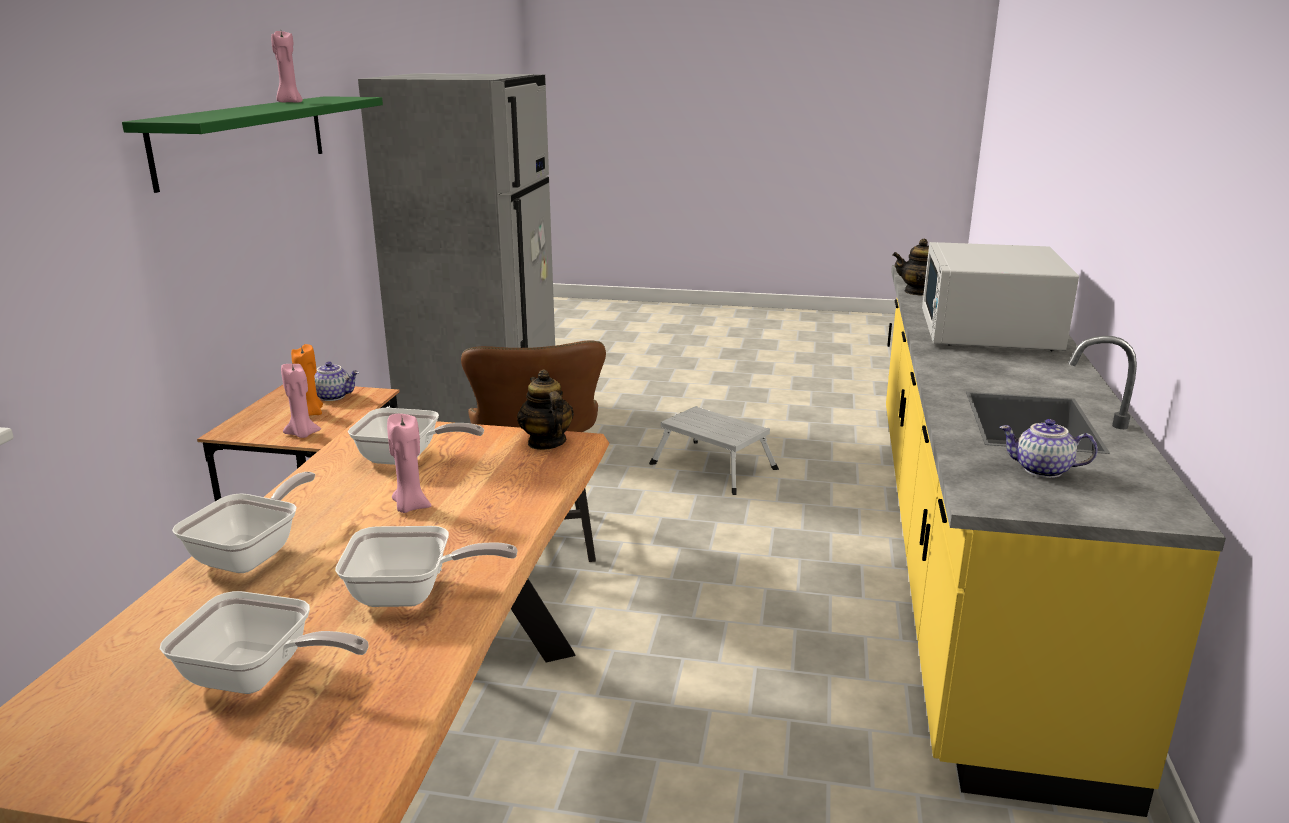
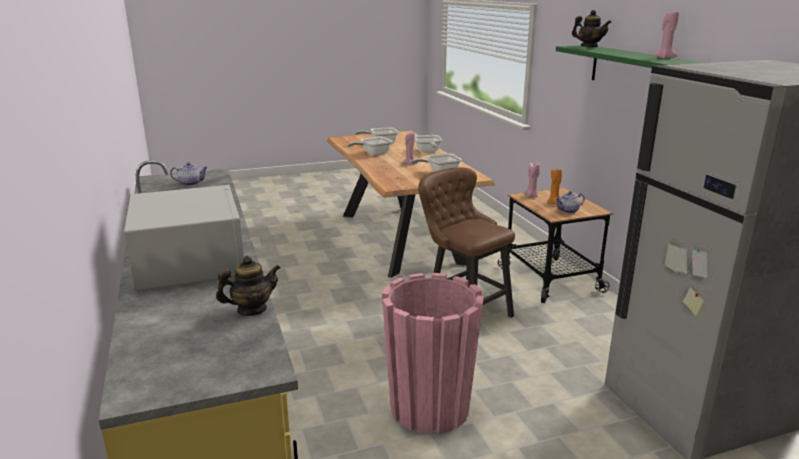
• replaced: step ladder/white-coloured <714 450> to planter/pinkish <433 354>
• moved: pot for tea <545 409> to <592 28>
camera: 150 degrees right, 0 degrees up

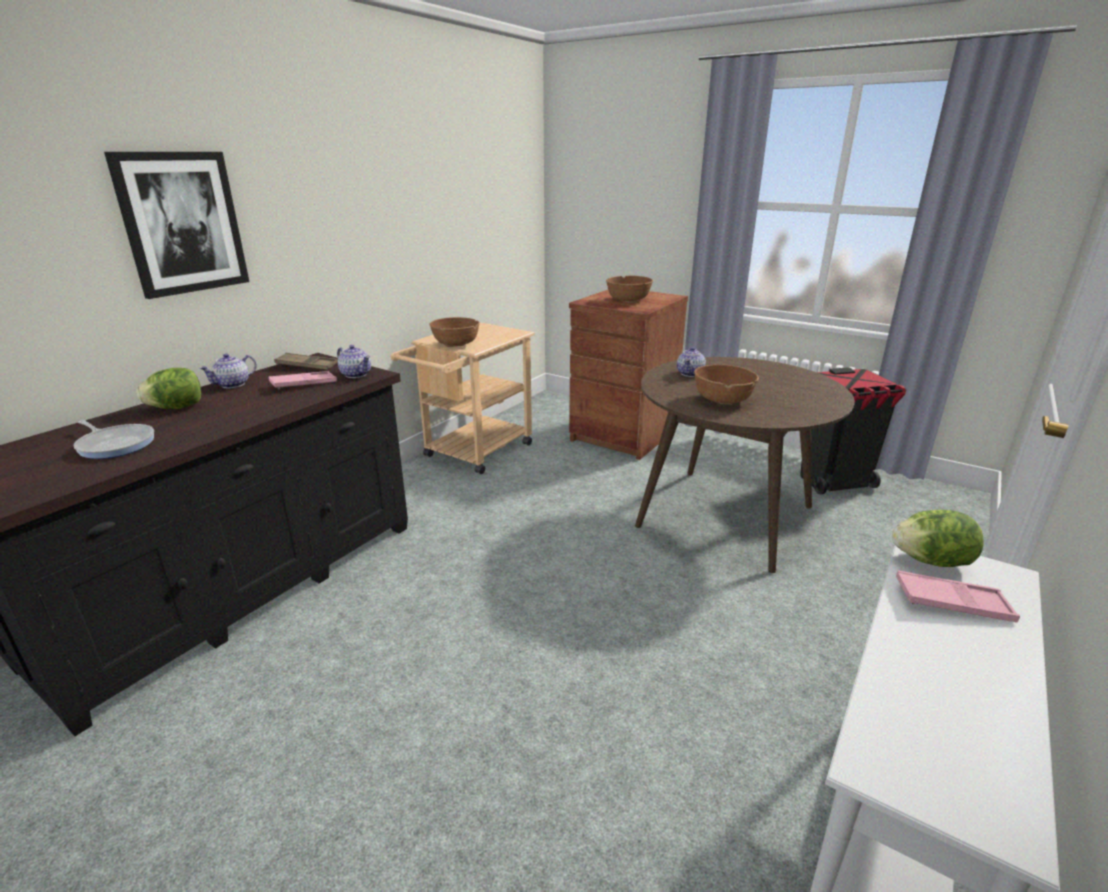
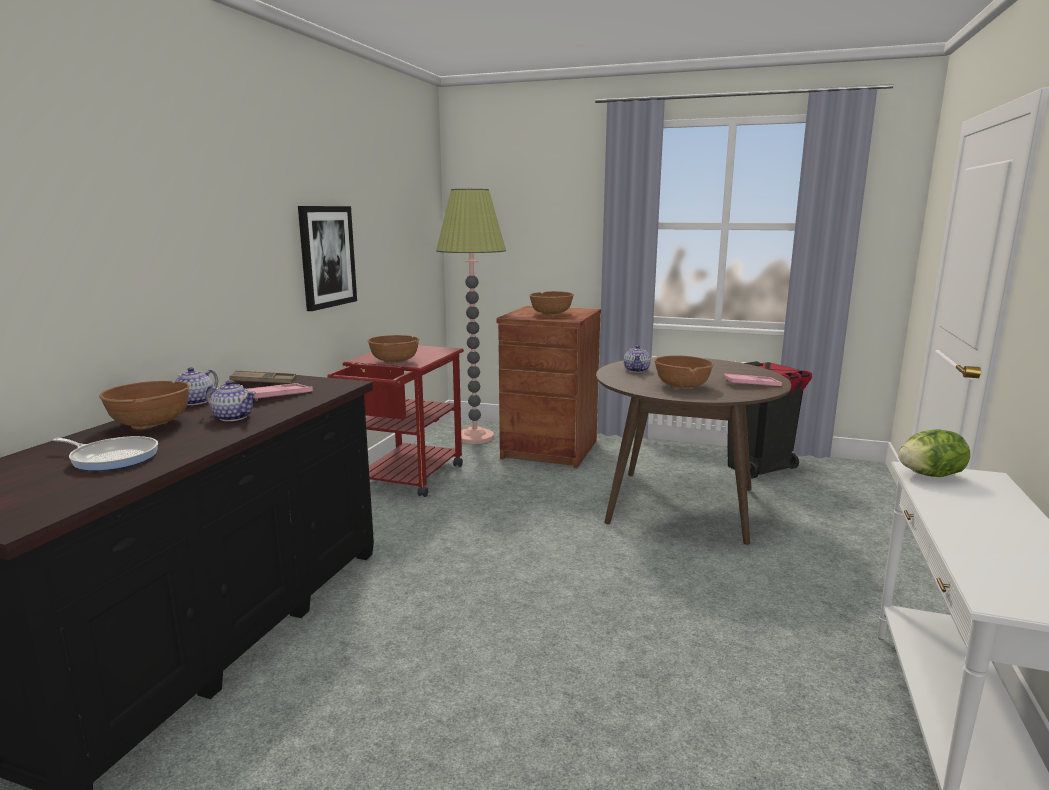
• replaced: lettuce head <168 388> to serving bowl/brown-coloured <144 405>
• moved: pot for tea <354 361> to <231 400>
• moved: wall art <176 225> to <327 258>
• recoloured: trolley/sand-coloured <463 398> to trolley/red-coloured <395 421>
• added: standing lamp <471 316>
• moved: carrying tray/pinkish <958 596> to <752 379>
camera: 15 degrees left, 10 degrees down

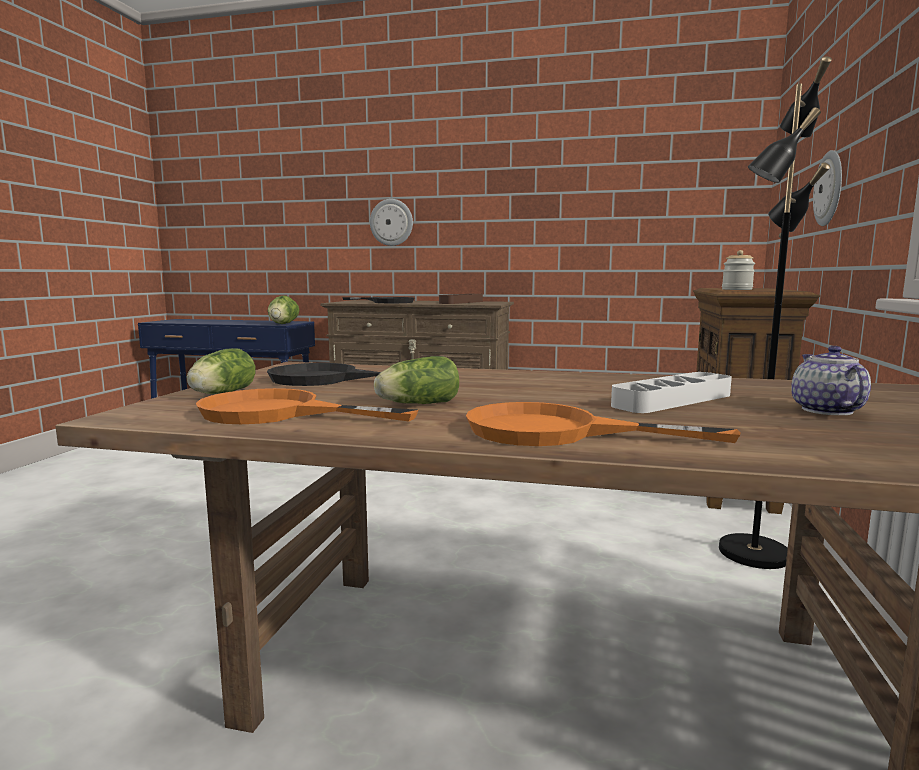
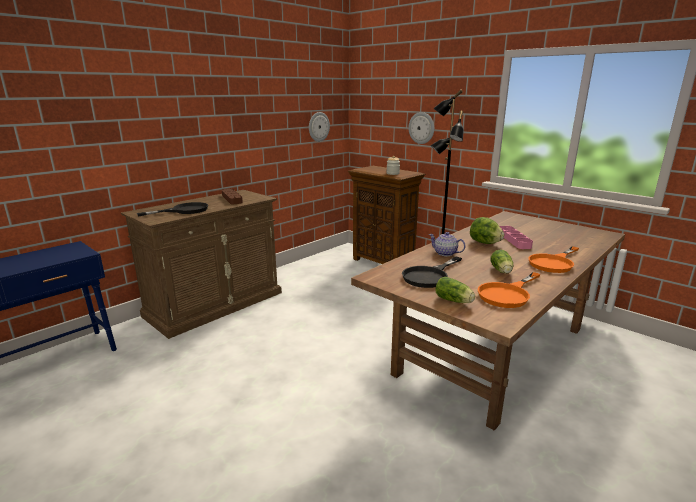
• moved: wall clock <391 222> to <319 127>
• moved: pot for tea <831 380> to <447 244>
• moved: lettuce head <283 309> to <487 230>
• recoloured: carrying tray/white-coloured <671 392> to carrying tray/pinkish <516 237>
camera: 60 degrees left, 10 degrees up

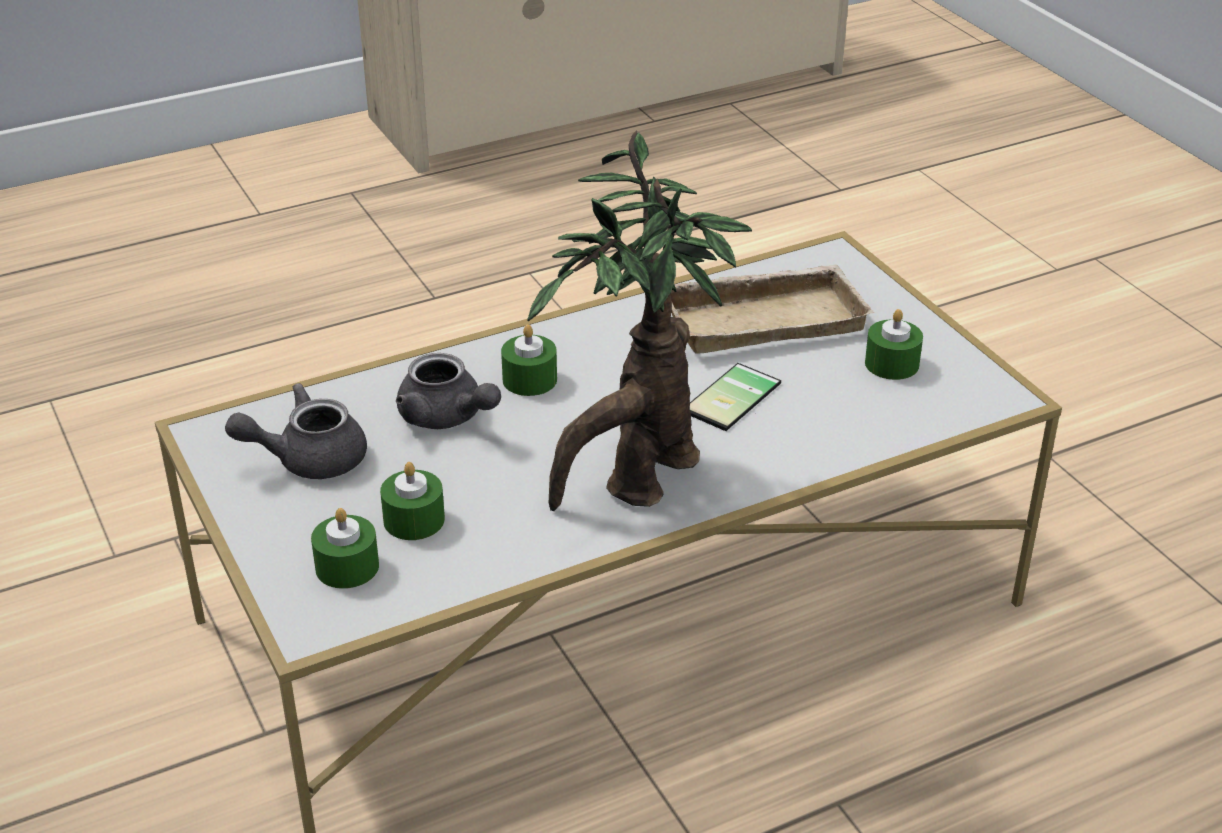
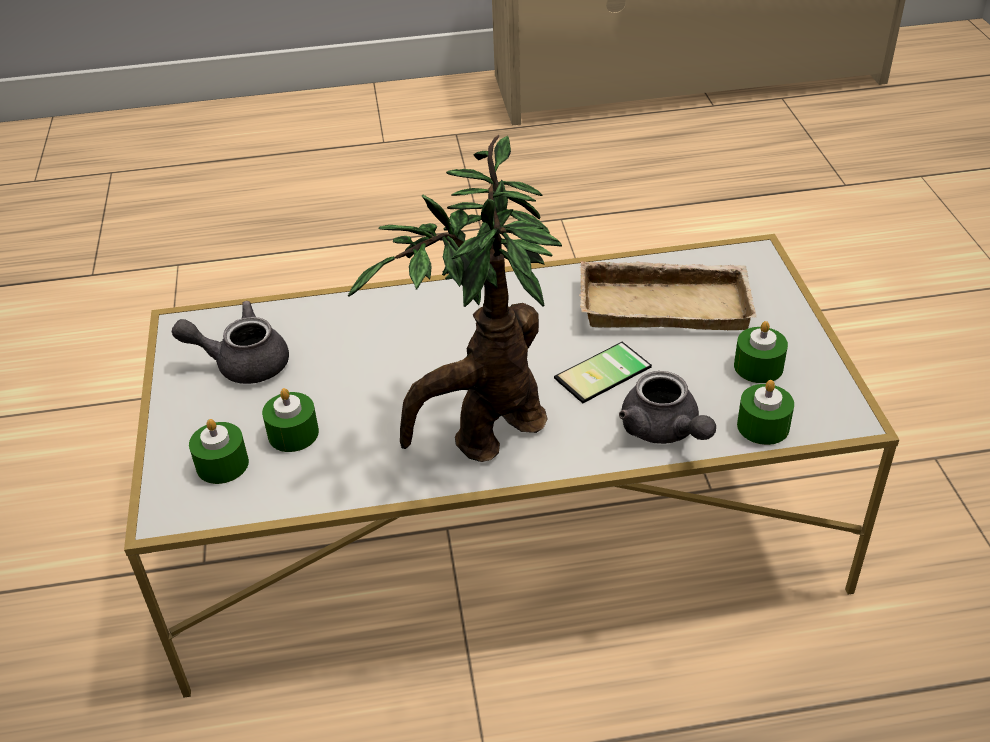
• moved: pot for tea/grey <448 391> to <667 407>
• moved: wax candle/greenish <529 360> to <765 412>
camera: 20 degrees right, 5 degrees up

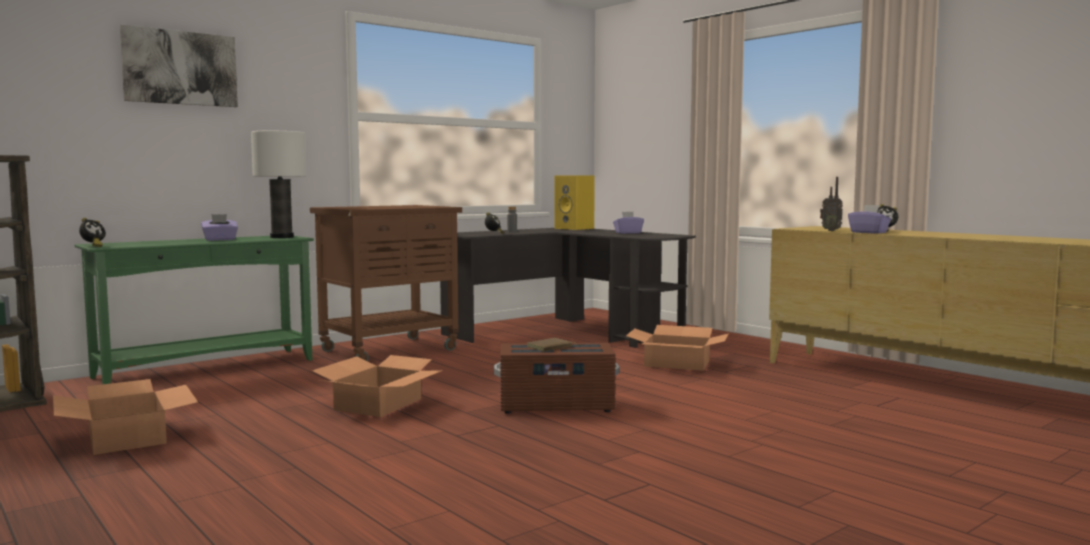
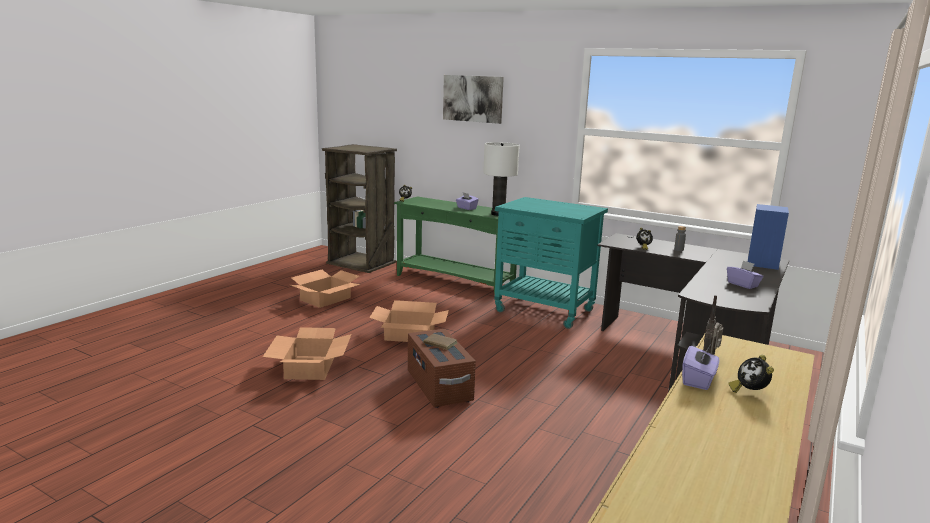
• moved: carton <677 348> to <307 353>
• recoloured: trolley/brown-coloured <386 283> to trolley/turquoise-coloured <551 263>
• recoloured: loudspeaker/yellow-coloured <575 203> to loudspeaker/bluish <768 237>
camera: 70 degrees right, 10 degrees up

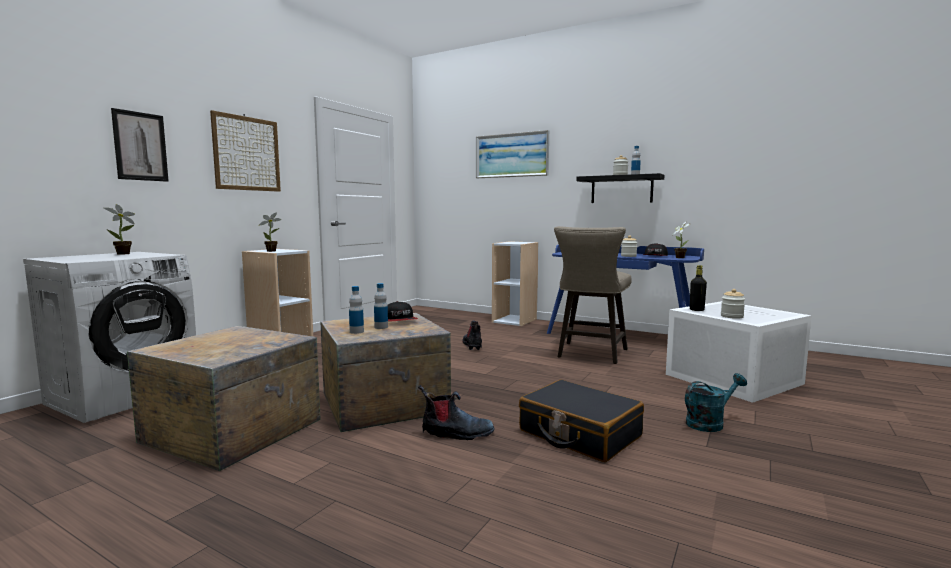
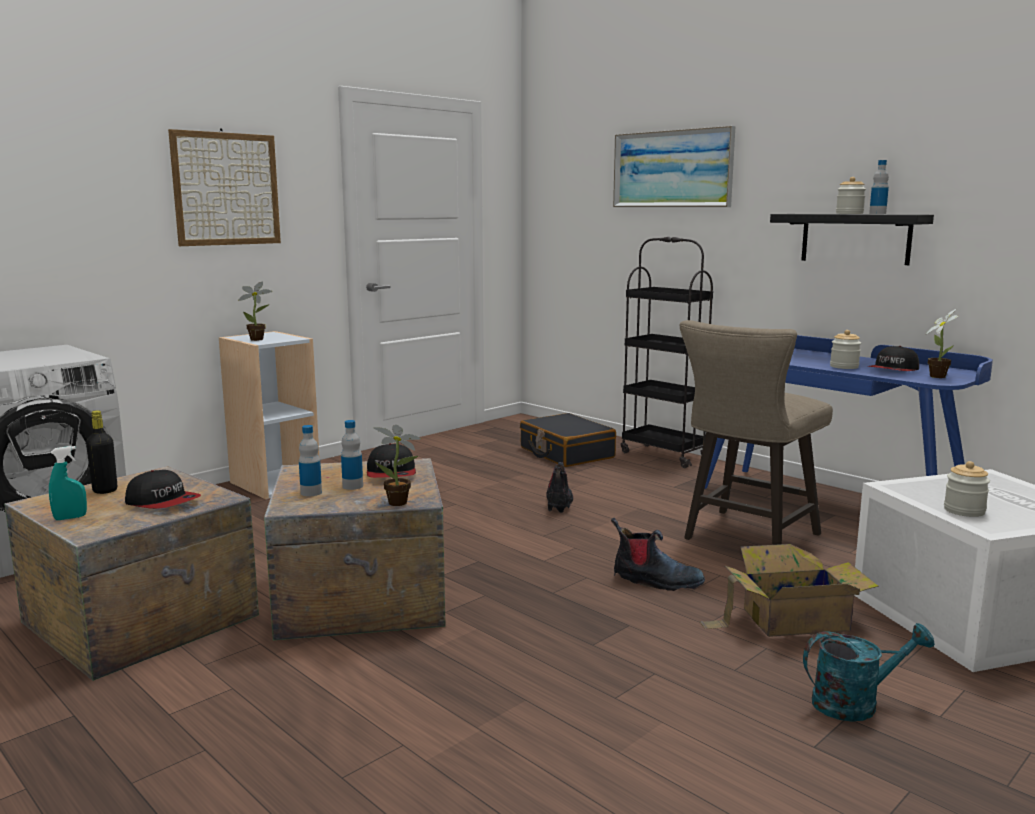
• added: spray bottle/turquoise-coloured <68 483>
• moved: bottle/blackish <698 288> to <101 452>
• added: baseball cap <163 489>
• moved: potted plant <119 229> to <397 465>
• moved: travel case/blackish <581 421> to <568 440>
• moved: boot <456 412> to <658 554>
• replaced: bookshelf <515 283> to trolley/blackish <667 352>
• added: carton <789 590>
• removed: wall art <140 145>
camera: 15 degrees right, 5 degrees up

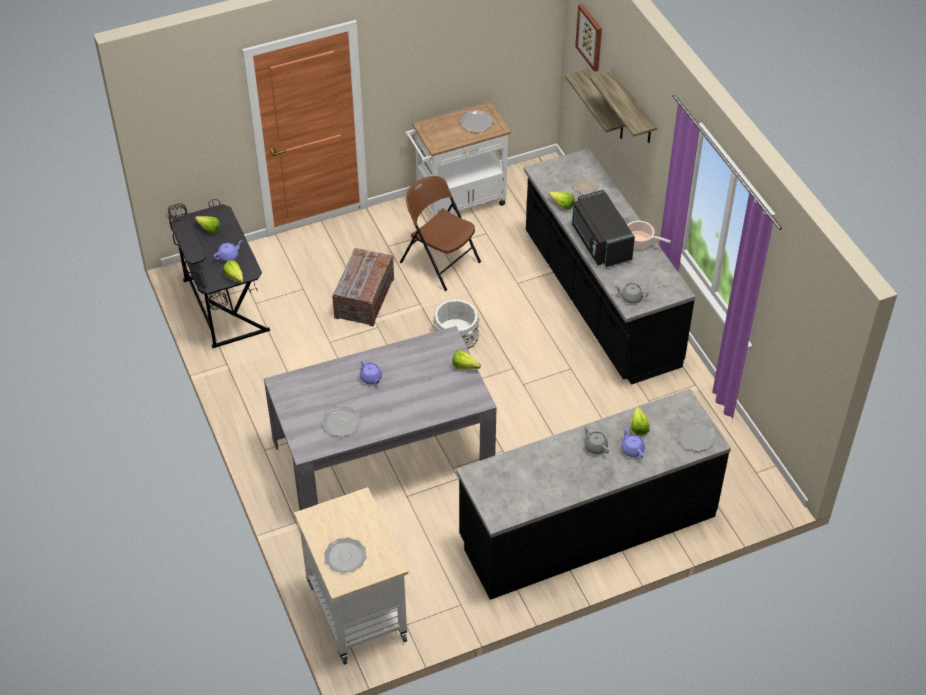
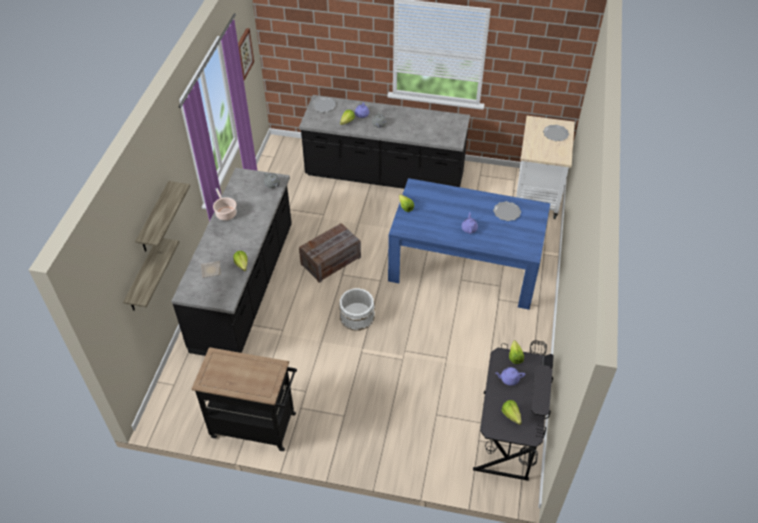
• recoloured: trolley/white-coloured <458 159> to trolley/blackish <244 399>
• moved: wall art <588 38> to <246 54>
• moved: shipping crate <363 287> to <330 253>
• recoloured: kitchen table/grey <380 418> to kitchen table/bluish <469 244>
• removed: chair/brown-coloured <440 234>
• removed: dinner plate <476 121>
• removed: kitchen microwave/blackish <603 229>
camera: 145 degrees left, 0 degrees up

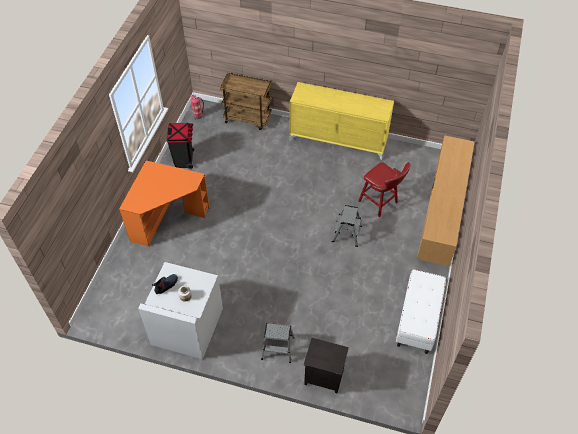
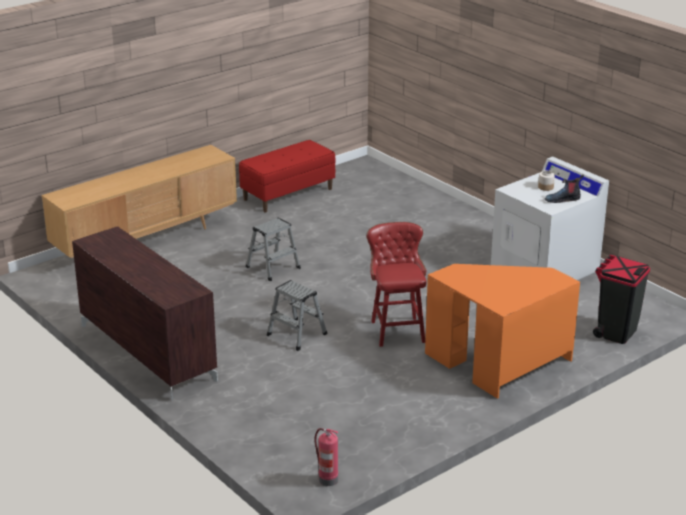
• recoloured: chest of drawers/yellow-coloured <342 121> to chest of drawers/brown-coloured <145 313>
• recoloured: bench/white-coloured <421 311> to bench/red-coloured <287 176>
• moved: step ladder/grey <278 343> to <297 315>
• moved: sitting stool/red-coloured <384 189> to <396 284>
• moved: waste bin/blackish <180 146> to <621 299>
• removed: trolley/brown-coloured <246 101>
• removed: night table/blackish <326 365>
camera: 145 degrees left, 25 degrees down

